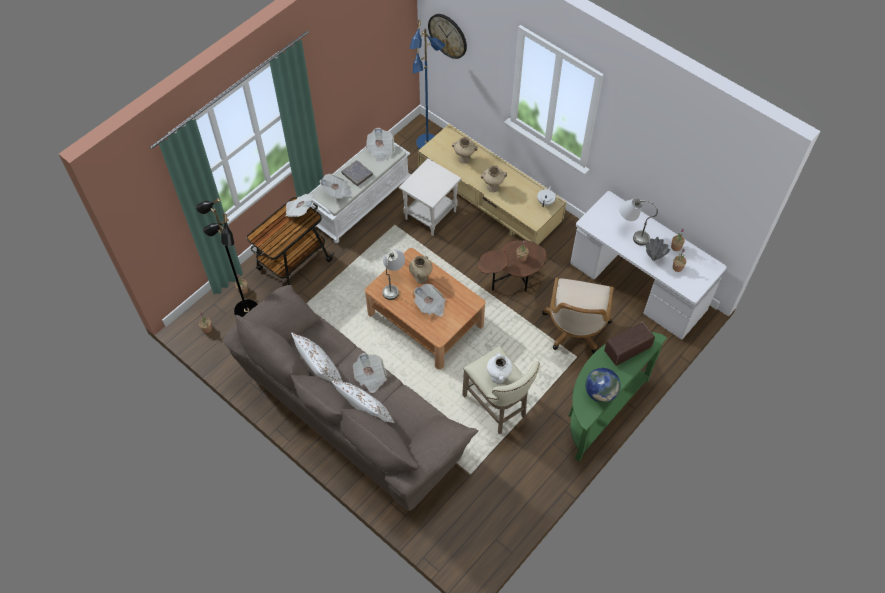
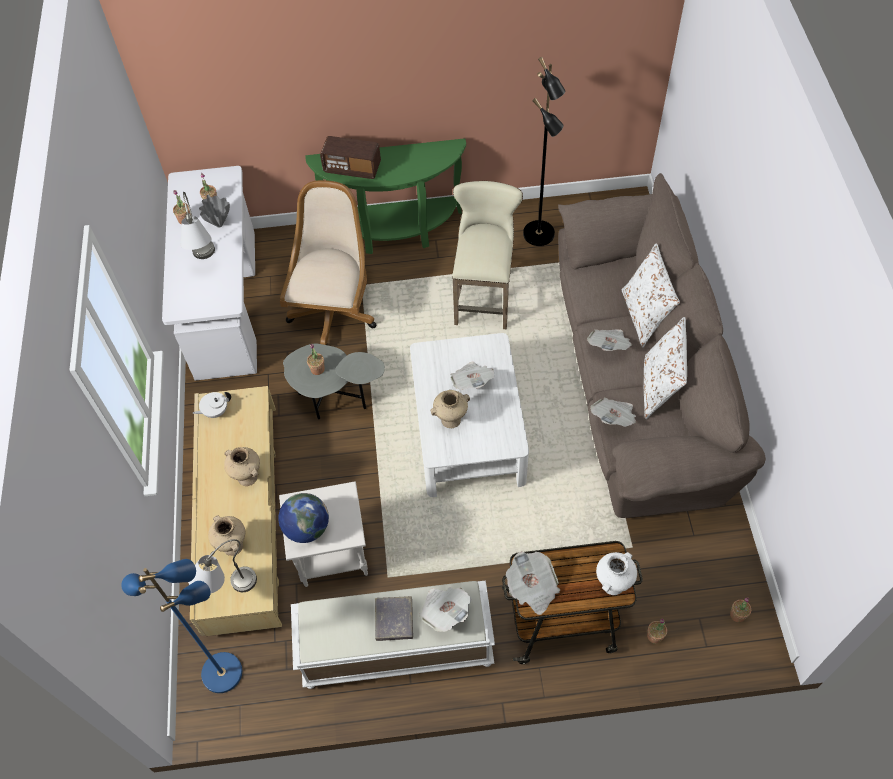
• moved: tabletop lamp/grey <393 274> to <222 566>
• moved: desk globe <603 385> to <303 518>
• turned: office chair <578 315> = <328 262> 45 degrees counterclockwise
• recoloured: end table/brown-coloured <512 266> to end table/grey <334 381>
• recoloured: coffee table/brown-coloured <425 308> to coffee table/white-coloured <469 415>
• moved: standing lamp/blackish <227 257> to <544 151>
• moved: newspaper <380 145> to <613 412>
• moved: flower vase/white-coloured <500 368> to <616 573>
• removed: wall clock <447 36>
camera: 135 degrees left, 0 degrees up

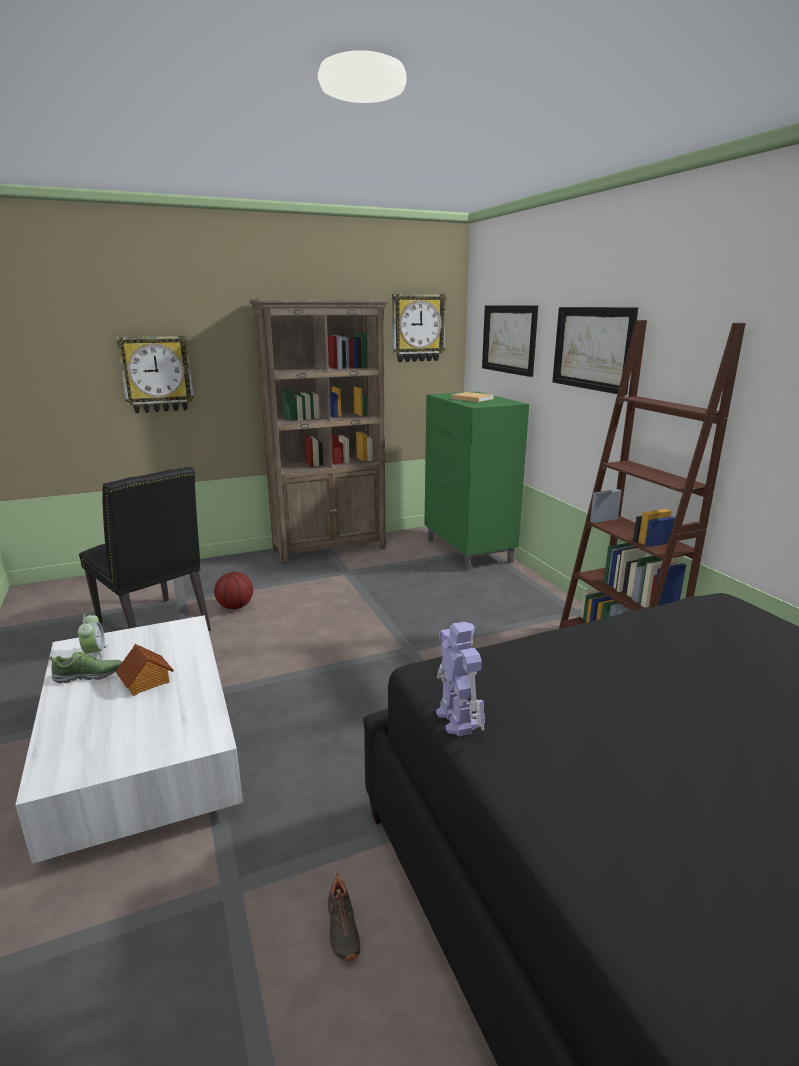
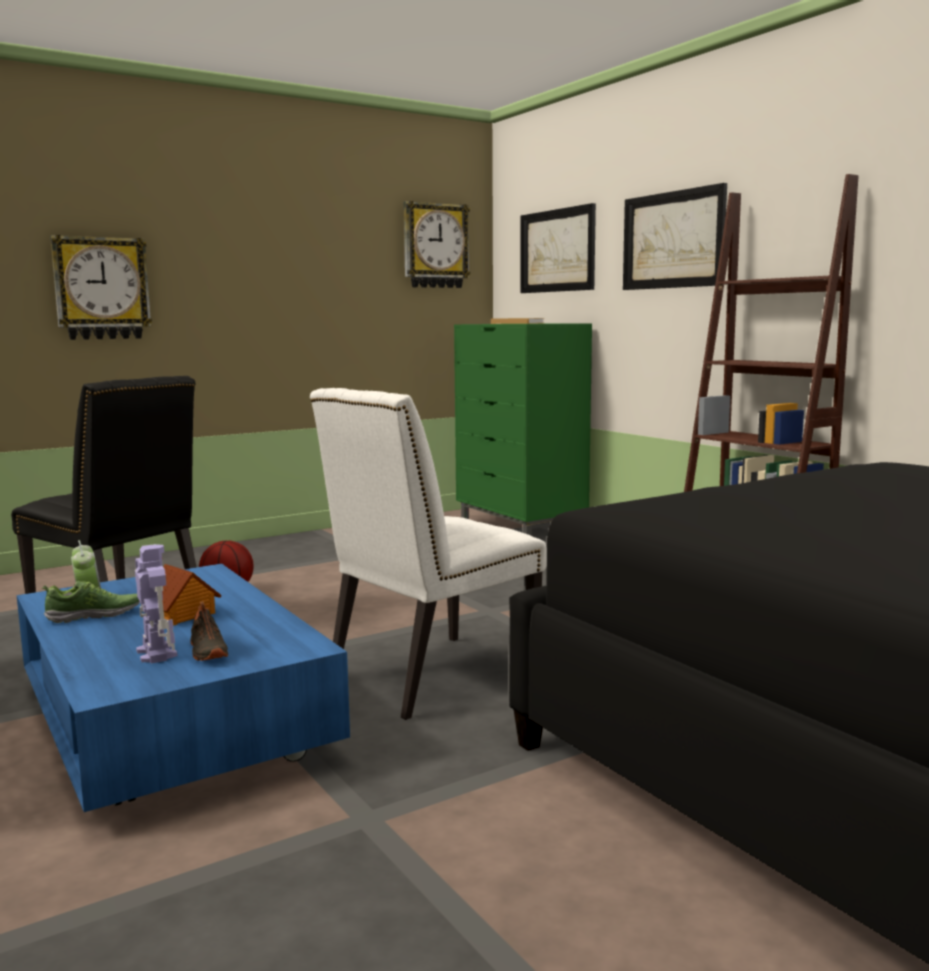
• recoloured: coffee table/white-coloured <129 739> to coffee table/bluish <183 688>
• moved: robot figure <460 679> to <156 603>
• moved: item of footwear/blackish <344 917> to <209 631>
• added: chair/white-coloured <428 554>
• removed: bookshelf/brown-coloured <319 431>
camera: 10 degrees left, 10 degrees down

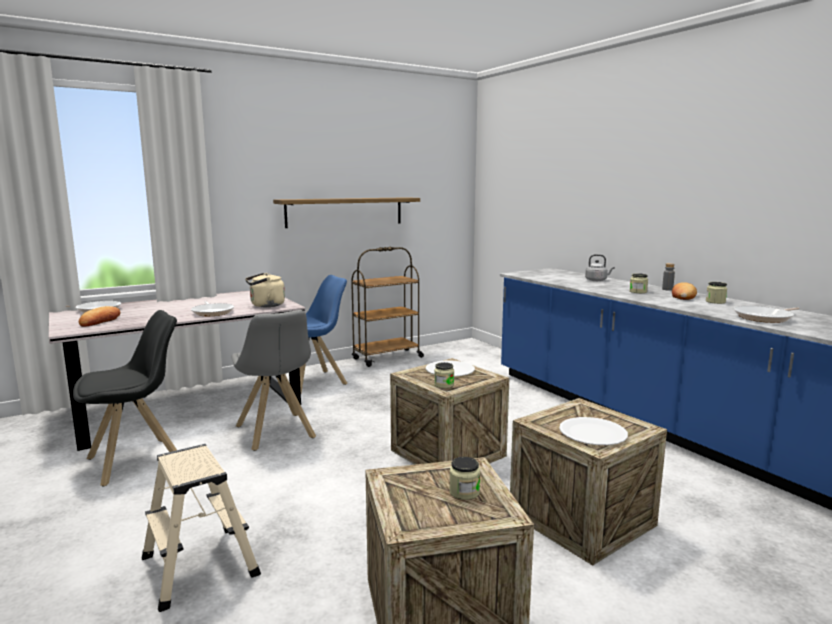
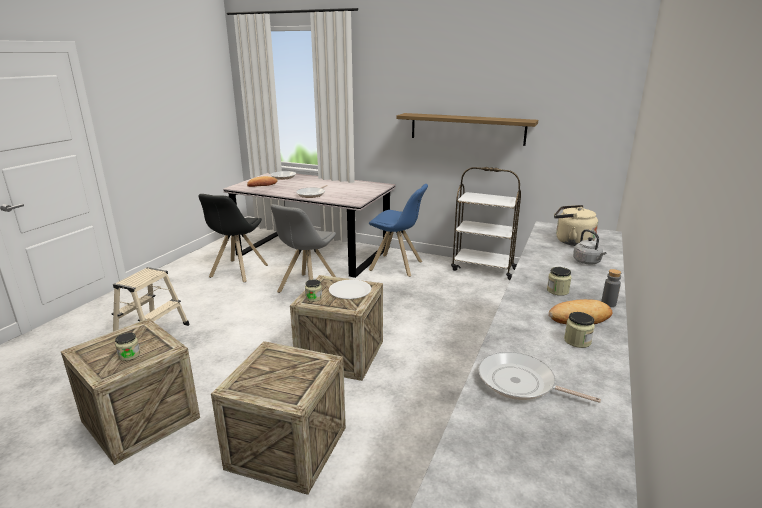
• turned: chair/blackish <125 398> = <233 238> 90 degrees clockwise
• recoloured: trolley/brown-coloured <387 307> to trolley/white-coloured <486 223>
• moved: tea kettle/sand-coloured <265 290> to <576 225>
• removed: dinner plate/white-coloured <593 431>
camera: 55 degrees right, 10 degrees up

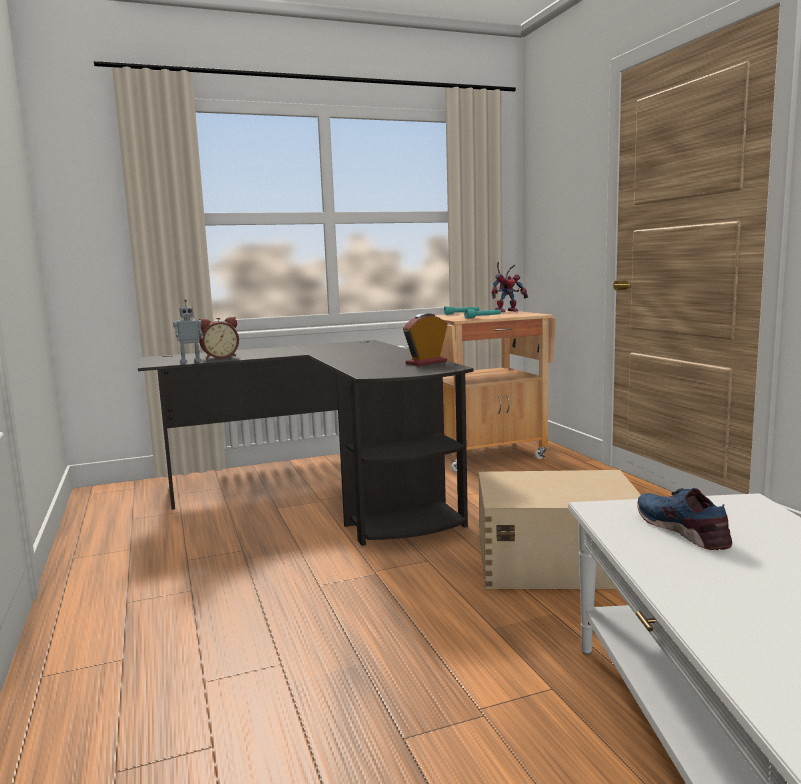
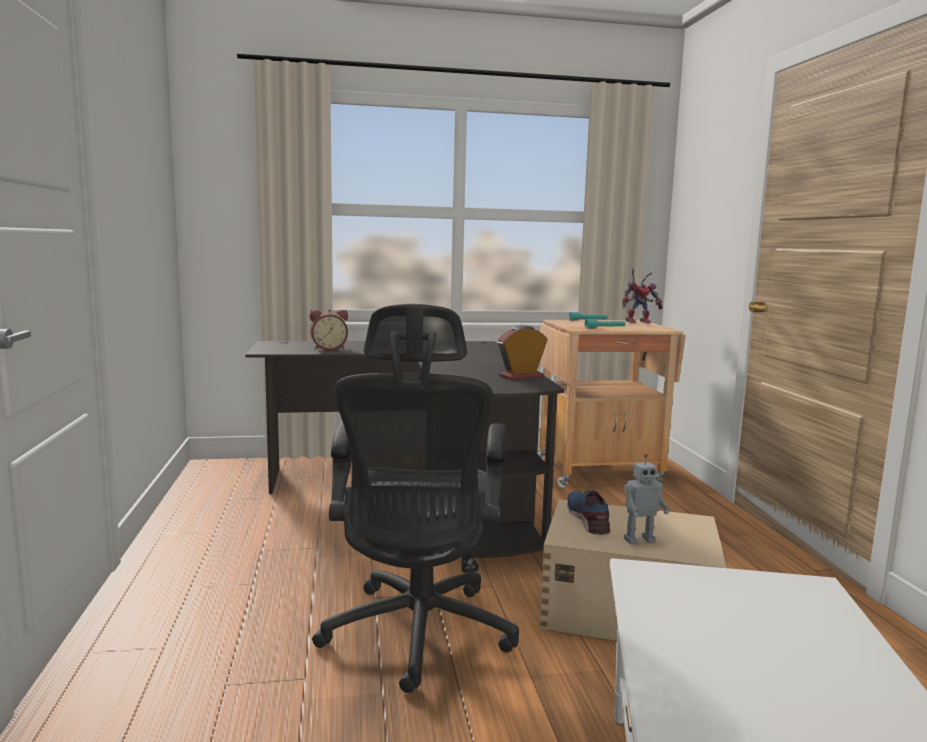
• added: office chair <415 498>
• moved: item of footwear/bluish <684 519> to <588 512>
• moved: robot figure <188 332> to <646 499>
camera: 10 degrees right, 0 degrees up

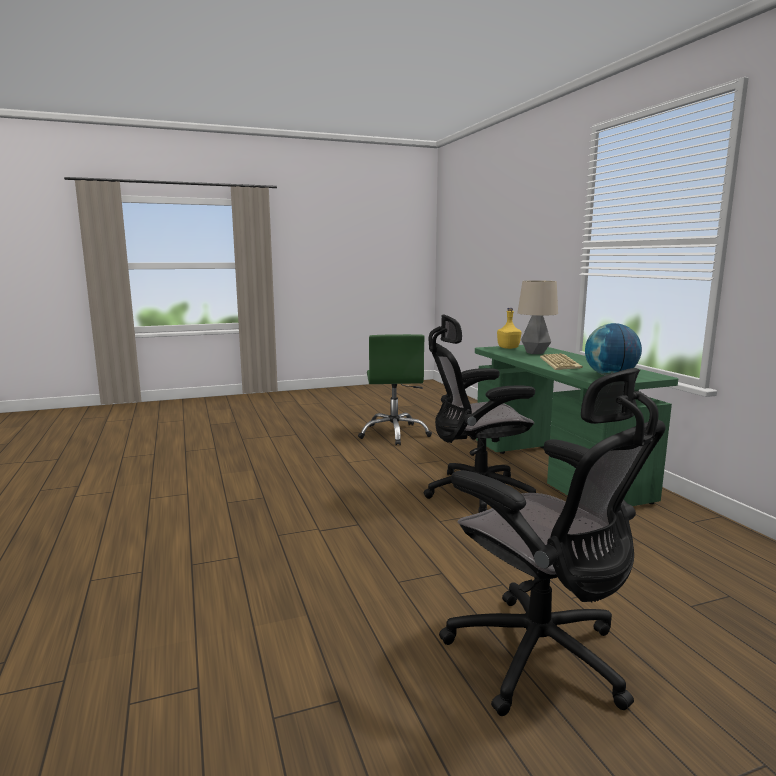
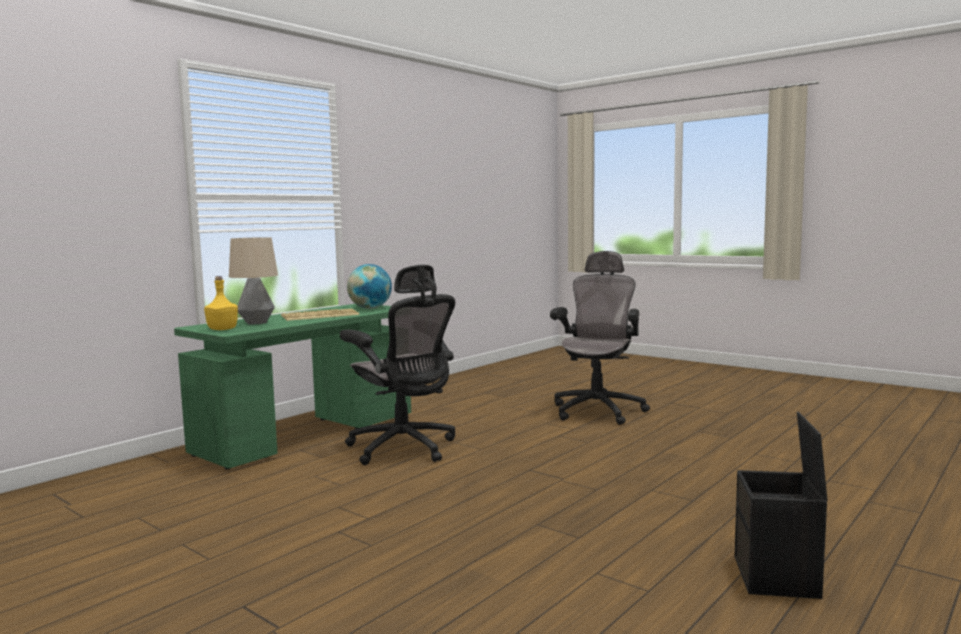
• added: storage bin/blackish <781 505>
• removed: office chair/greenish <395 390>
camera: 120 degrees left, 5 degrees down

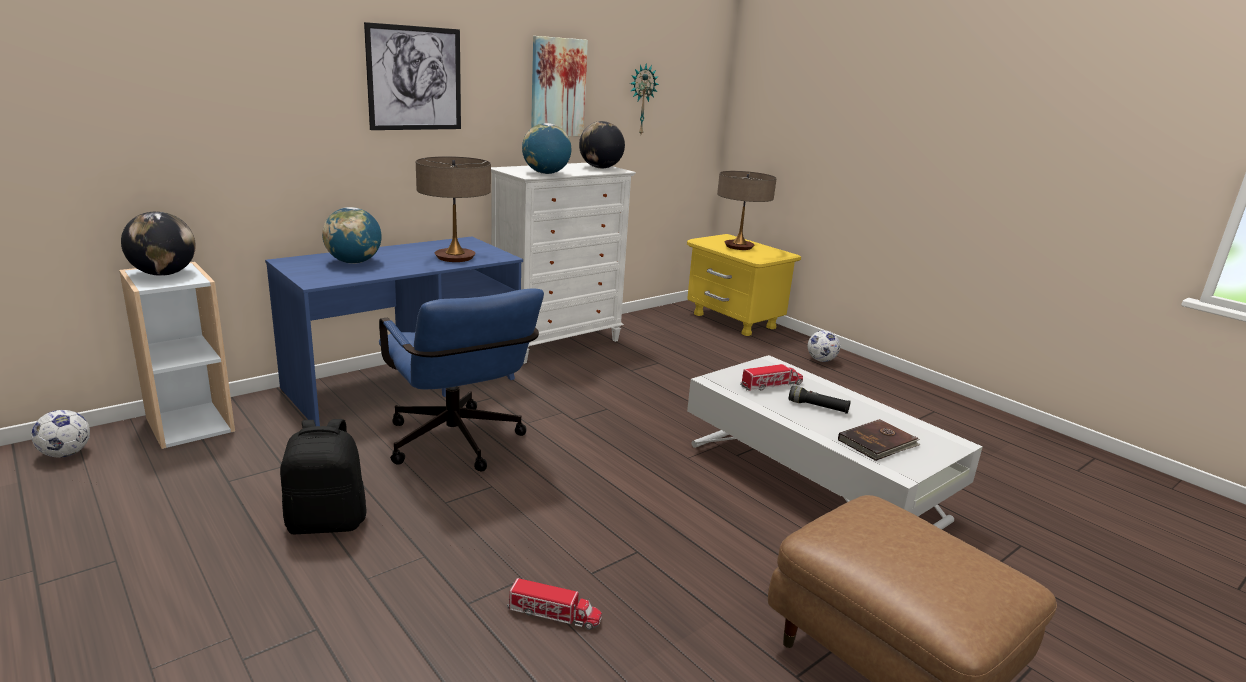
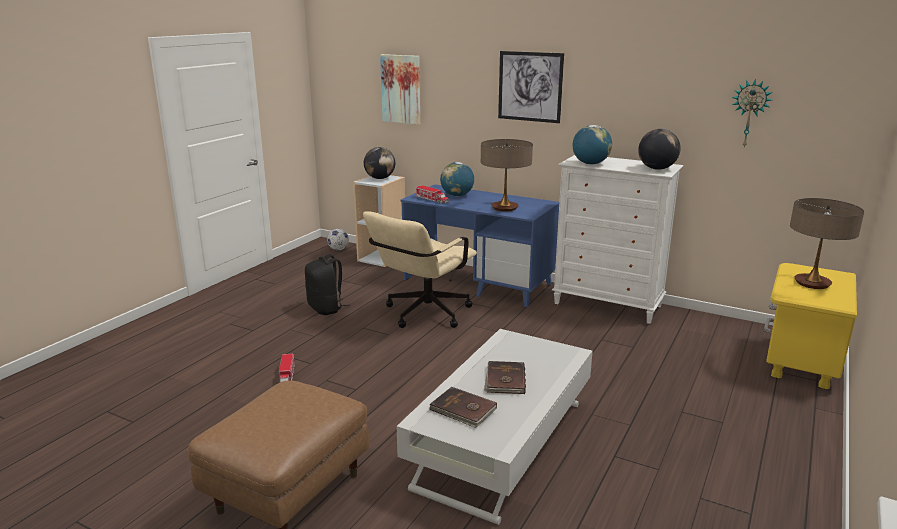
• recoloured: office chair/bluish <461 380> to office chair/sand-coloured <420 269>
• moved: wall art <559 86> to <400 89>
• moved: toy truck <771 377> to <432 194>
• replaced: torch/blackish <820 400> to bound book/brown-coloured <505 377>
• removed: football ball <824 346>
camera: 70 degrees right, 0 degrees up

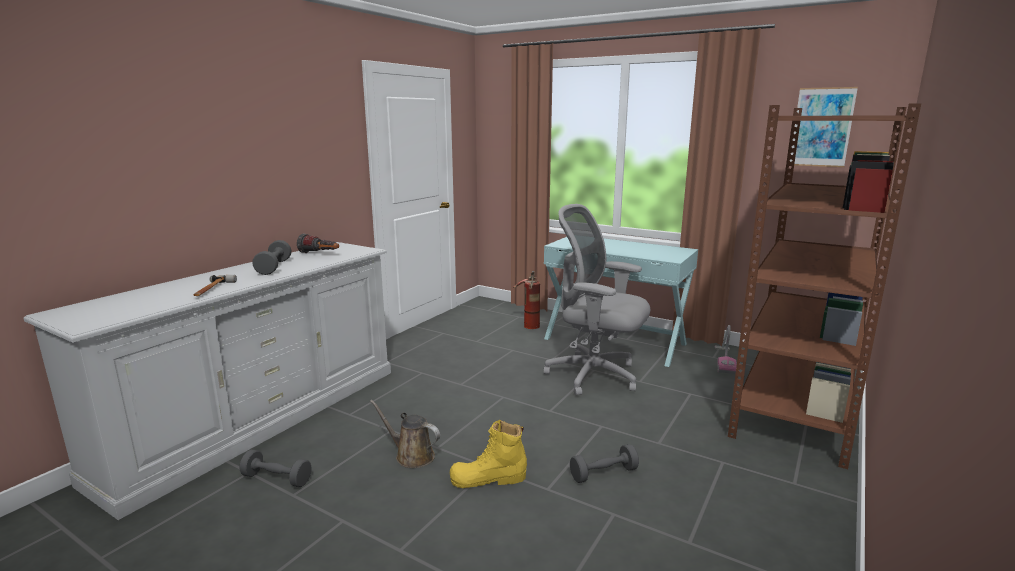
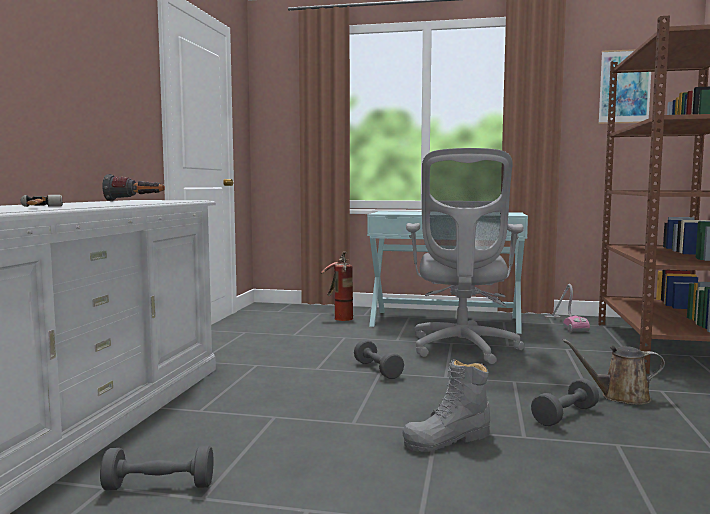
• moved: dumbbell/grey <272 257> to <379 359>
• recoloured: boot/yellow-coloured <488 454> to boot/grey <446 405>
• turned: office chair/grey <597 300> = <465 256> 90 degrees counterclockwise
• moved: sprinkling can/brown-coloured <405 434> to <613 372>
camera: 20 degrees left, 10 degrees down

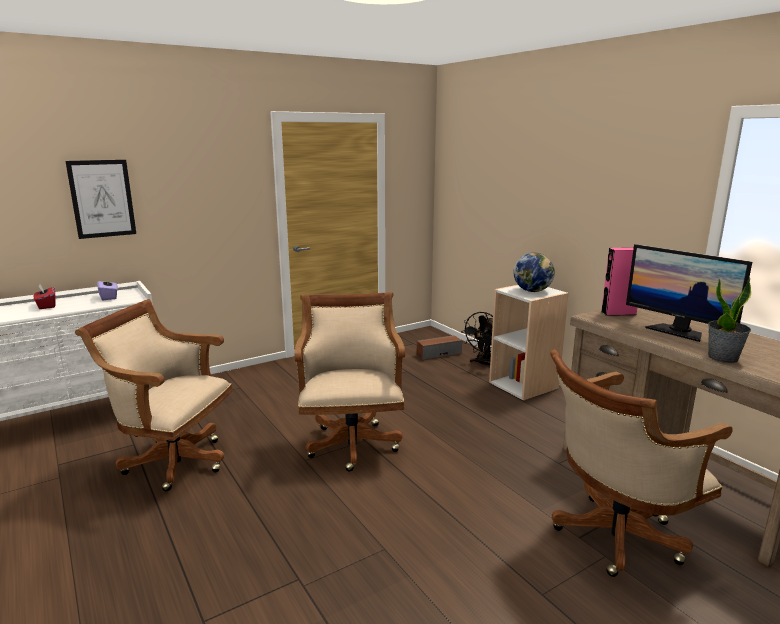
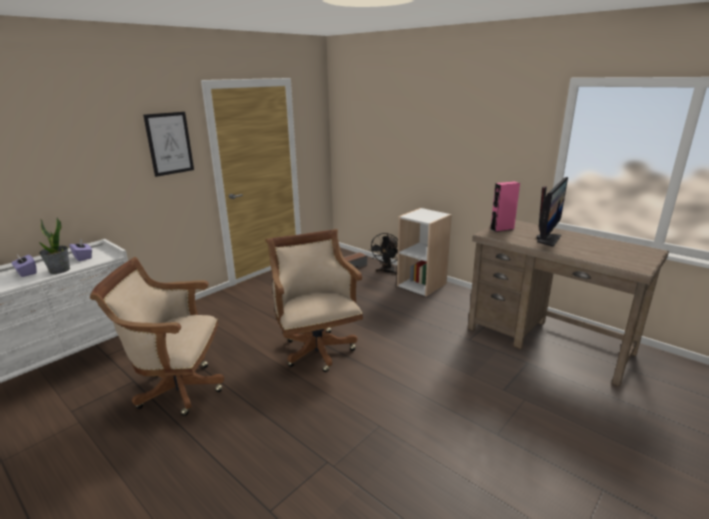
• recoloured: tissue holder/red-coloured <45 296> to tissue holder/purple-coloured <24 265>
• moved: potted plant <729 320> to <54 245>
• moved: wall art <100 199> to <168 144>
• turned: computer screen <689 293> = <552 212> 90 degrees counterclockwise
• removed: desk globe <534 272>
• removed: office chair <641 463>
camera: 15 degrees left, 5 degrees up

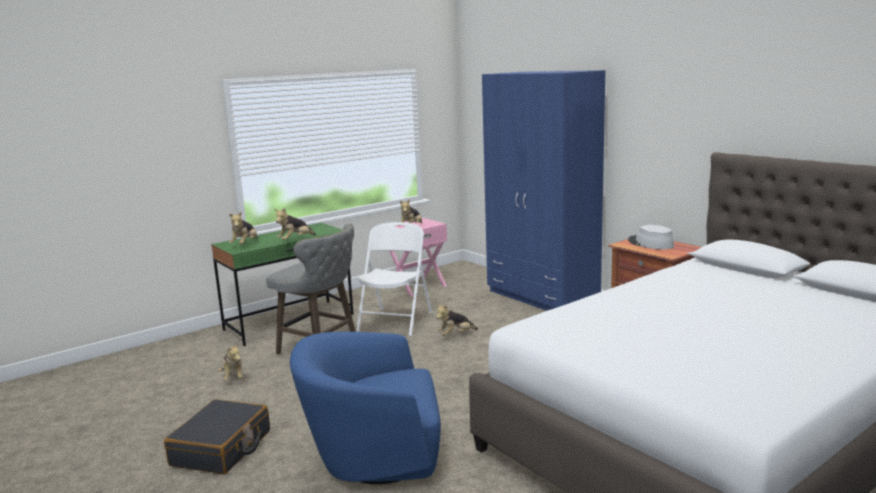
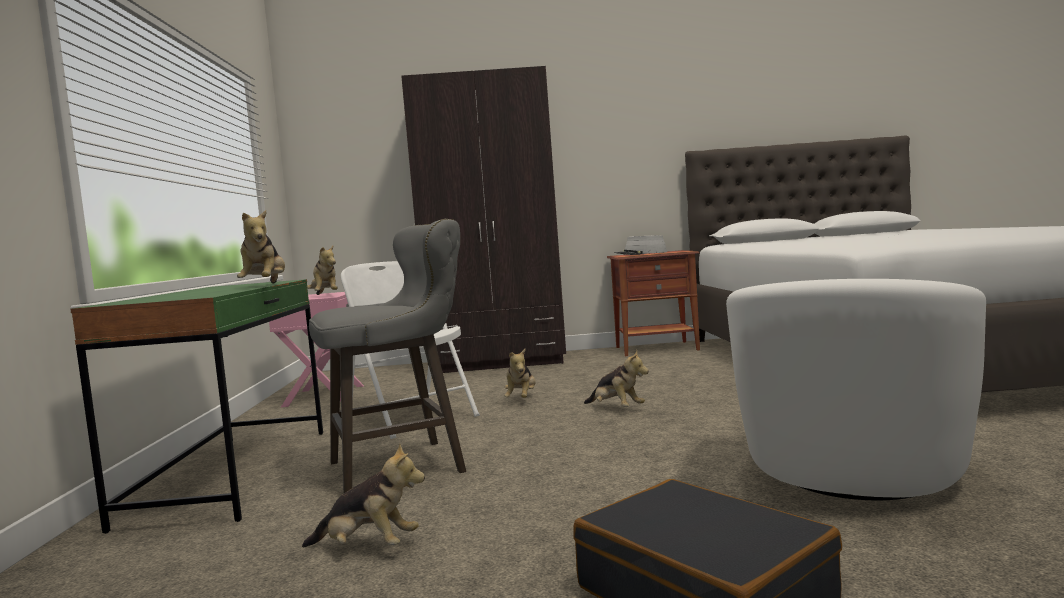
• recoloured: clothes cupboard/bluish <544 190> to clothes cupboard/brown-coloured <483 219>
• moved: soft toy <243 228> to <616 378>
• recoloured: easy chair/bluish <365 408> to easy chair/white-coloured <856 389>
camera: 55 degrees left, 10 degrees down

